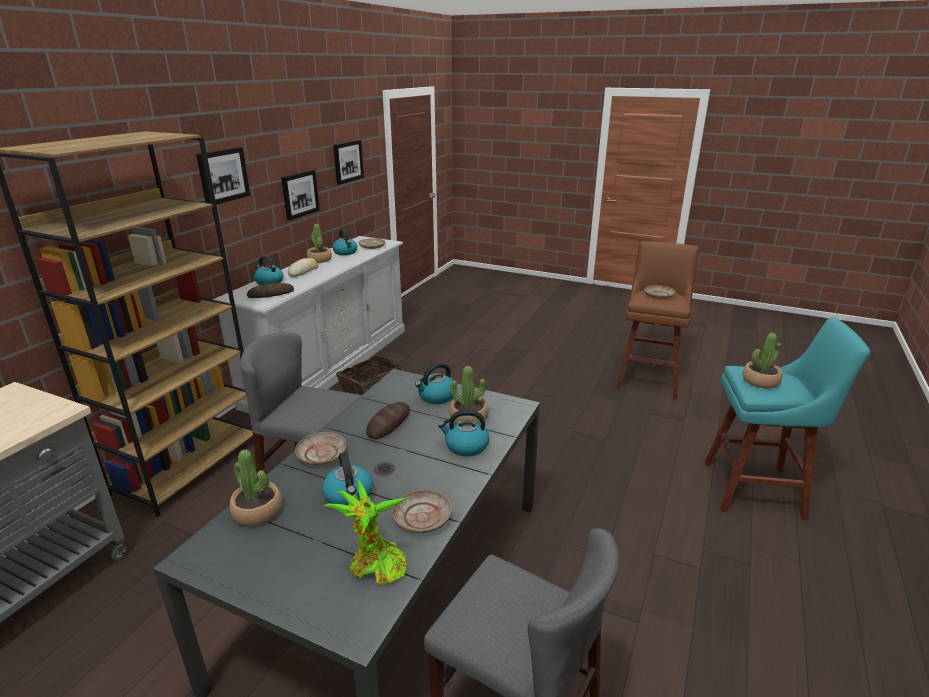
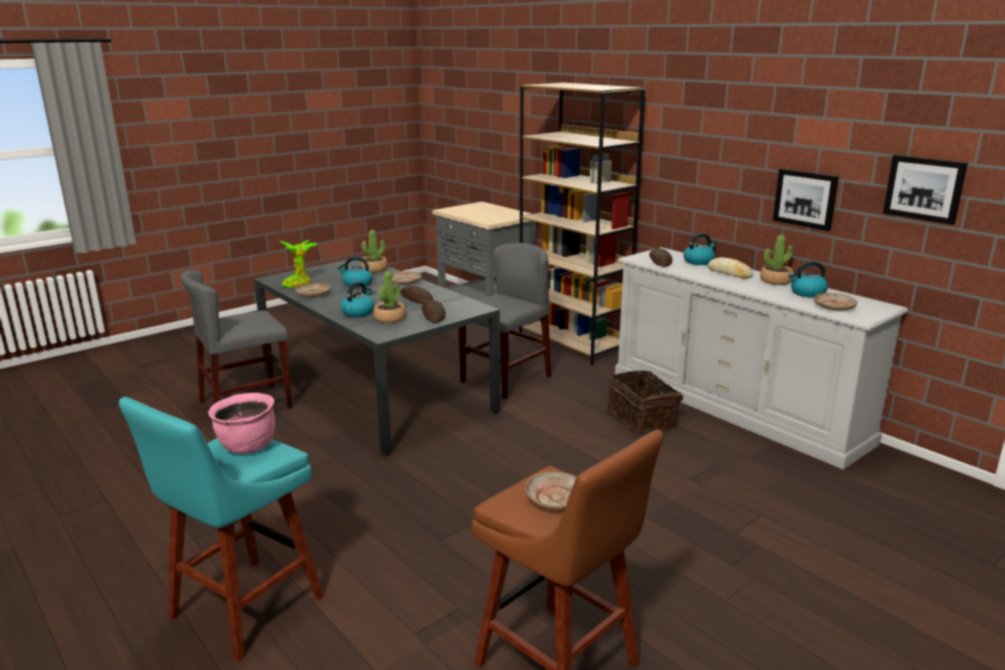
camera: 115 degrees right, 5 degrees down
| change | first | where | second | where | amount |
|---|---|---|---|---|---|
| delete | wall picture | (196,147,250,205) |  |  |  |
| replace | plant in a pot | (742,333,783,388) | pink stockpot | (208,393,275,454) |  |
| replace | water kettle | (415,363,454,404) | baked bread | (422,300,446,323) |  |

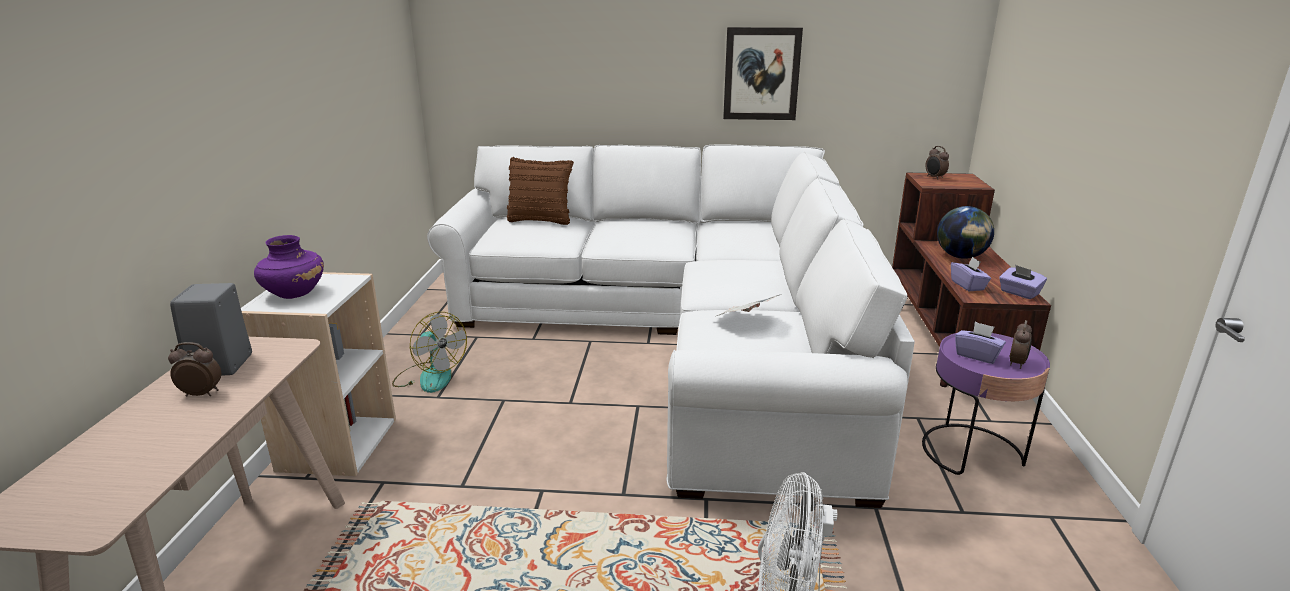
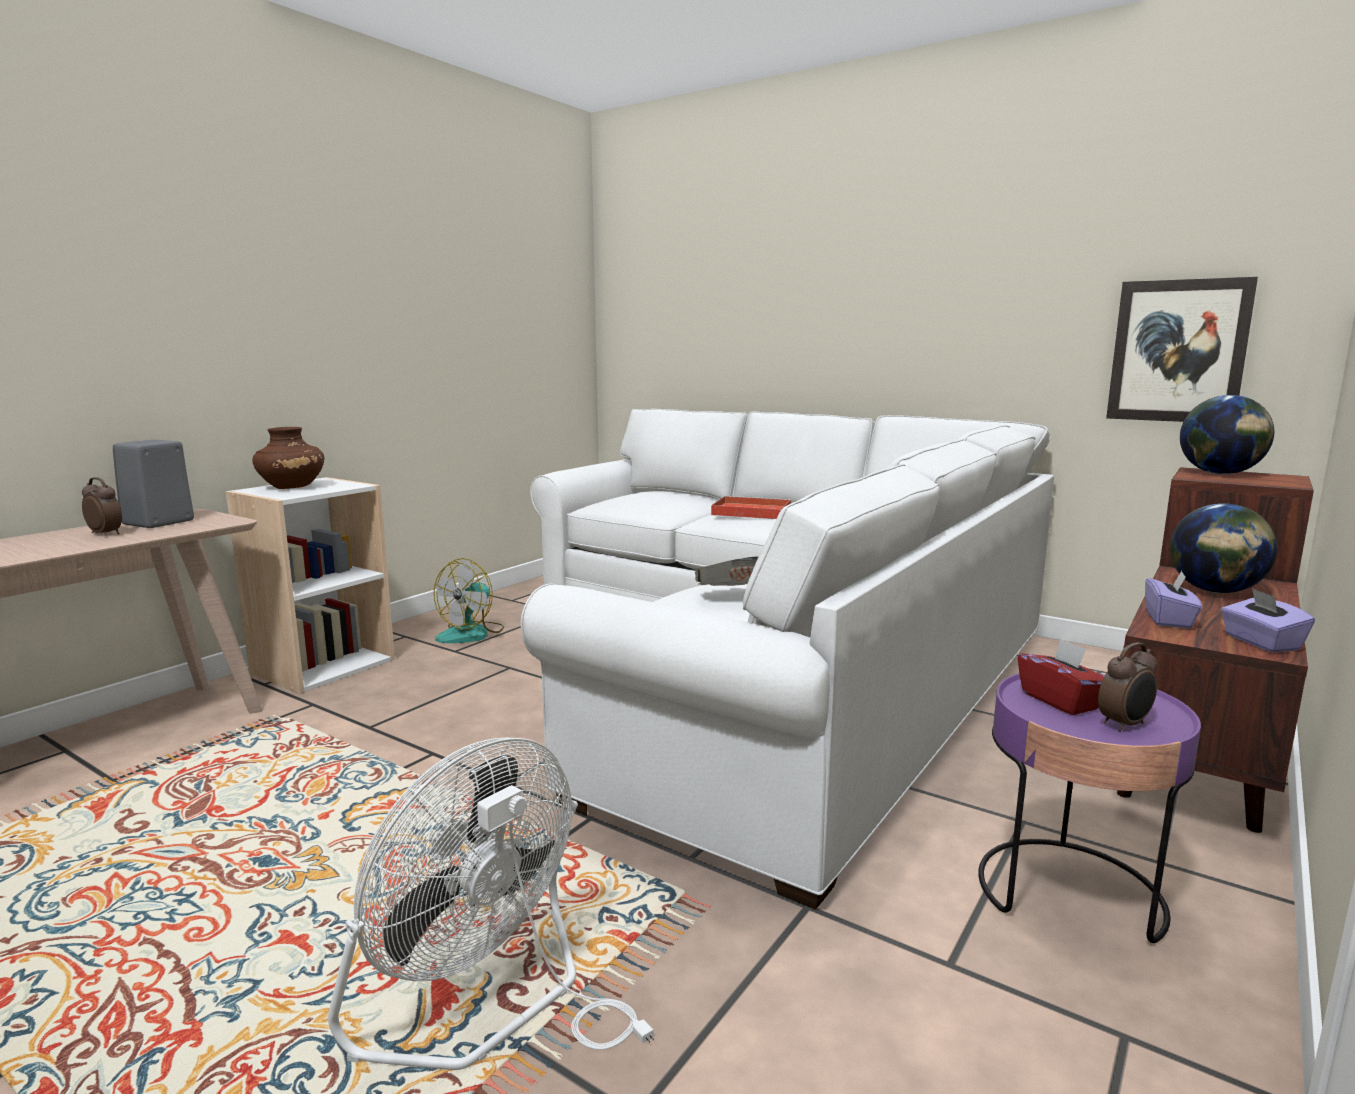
camera: 30 degrees right, 10 degrees down
| change | first | where | second | where | amount |
|---|---|---|---|---|---|
| move | wall picture | (723,27,803,120) |  | (1106,277,1258,422) |  |
| replace | alarm clock | (925,146,949,179) | globe | (1180,395,1274,474) |  |
| delete | brown throw pillow | (507,157,574,225) |  |  |  |
| recolor | purple vase | (254,235,324,299) | brown vase | (252,427,324,489) |  |
| rotate | fan | (392,312,467,393) |  | (434,558,504,643) | 45 degrees clockwise |
| recolor | purple tissue box | (955,322,1006,364) | red tissue box | (1018,639,1104,715) |  |
| insert |  |  | red serving tray | (711,496,791,519) |  |

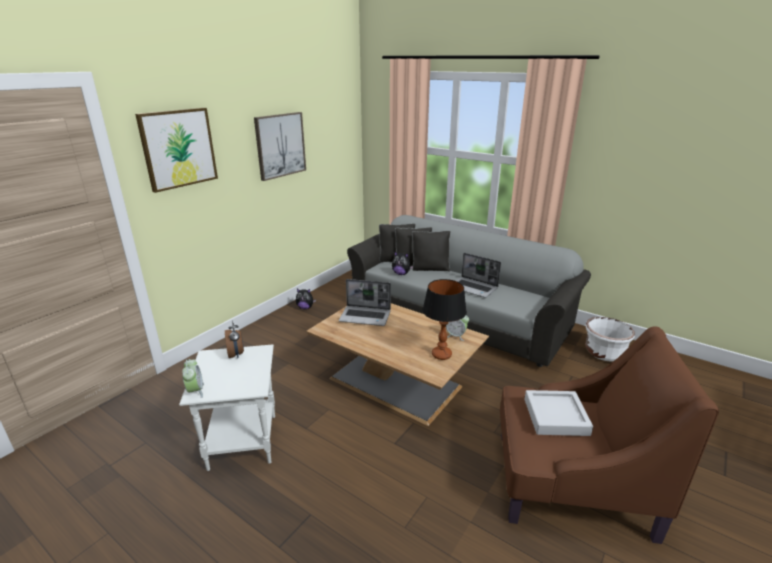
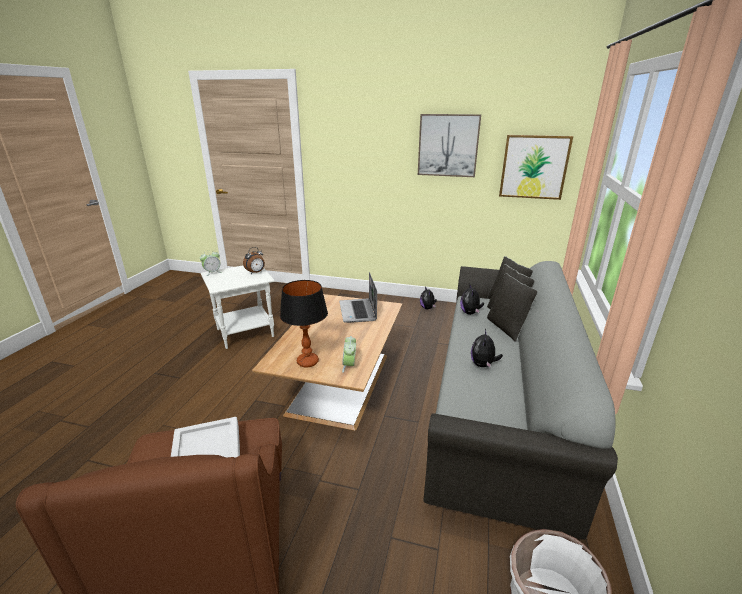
camera: 70 degrees right, 0 degrees up
| change | first | where | second | where | amount |
|---|---|---|---|---|---|
| move | wall picture | (135,108,218,193) |  | (499,135,573,200) |  |
| replace | notebook computer | (456,253,501,298) | plush toy | (471,329,503,368) |  |

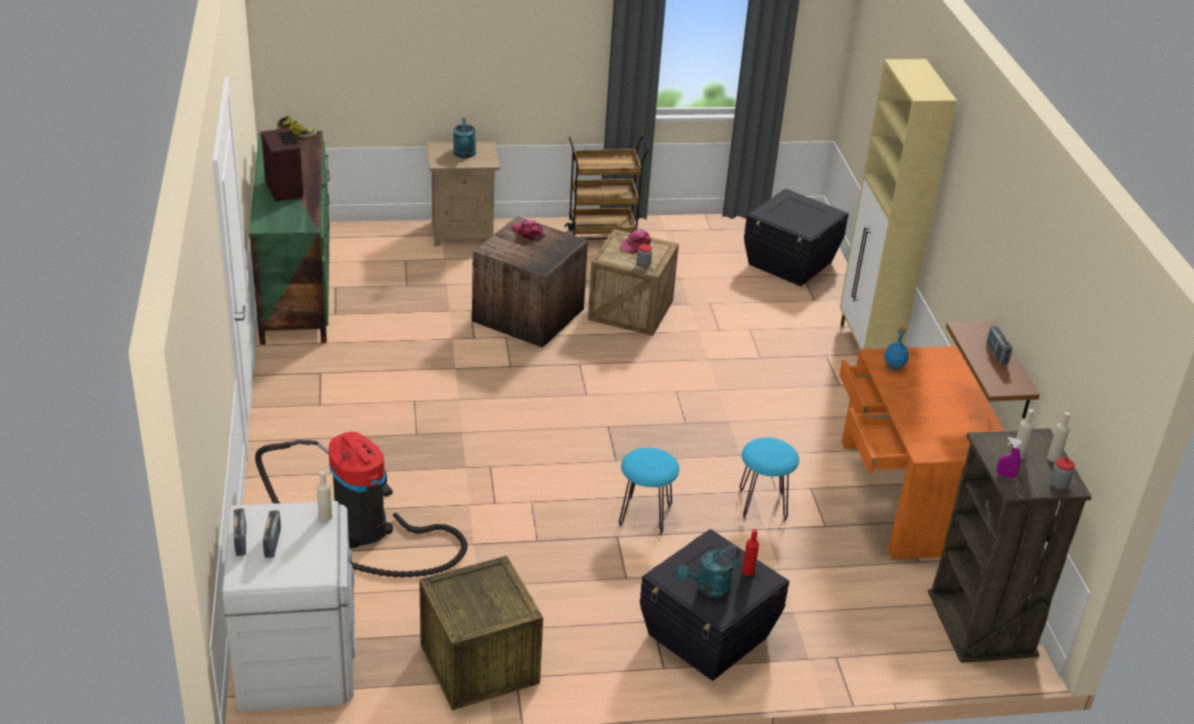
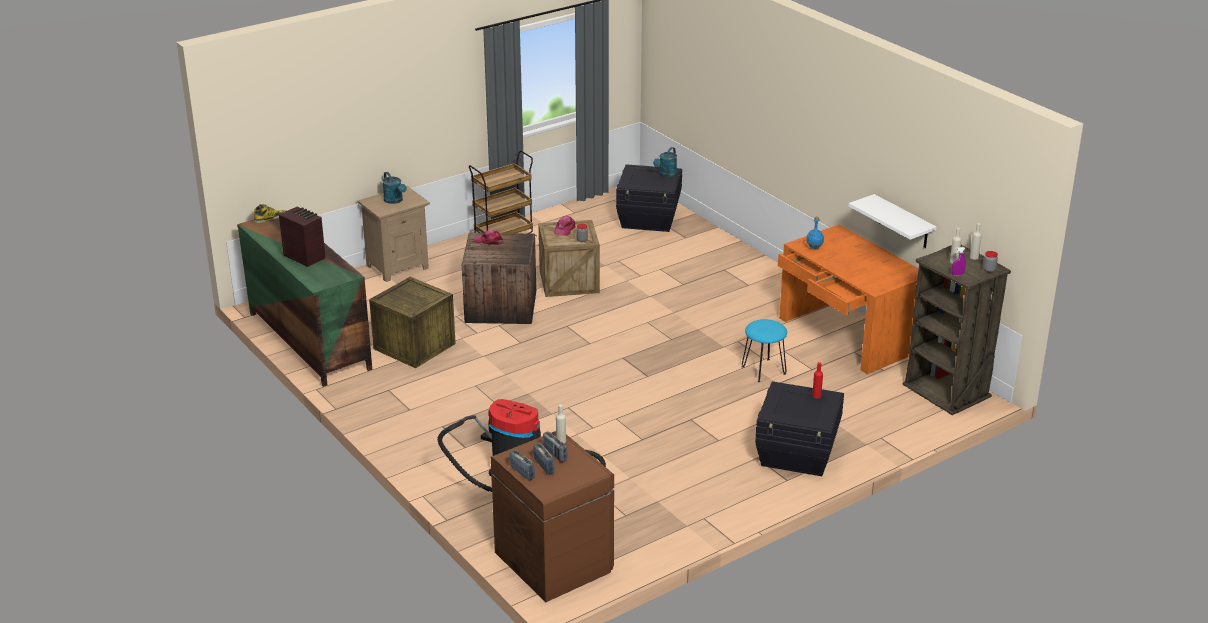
camera: 25 degrees left, 5 degrees down
| change | first | where | second | where | amount |
|---|---|---|---|---|---|
| delete | sand-coloured cupboard | (840,59,957,349) |  |  |  |
| recolor | brown wall shelf | (946,321,1040,419) | white-coloured wall shelf | (849,194,936,248) |  |
| move | radio set | (986,326,1012,365) |  | (543,431,568,462) |  |
| delete | turquoise-coloured sitting stool | (618,448,679,535) |  |  |  |
| recolor | white-coloured laundry machine | (222,501,355,712) | brown laundry machine | (491,431,614,603) |  |
| move | turquoise-coloured watering can | (676,545,740,598) |  | (653,147,677,177) |  |
| move | shipping crate | (419,556,543,711) |  | (369,277,456,368) |  |

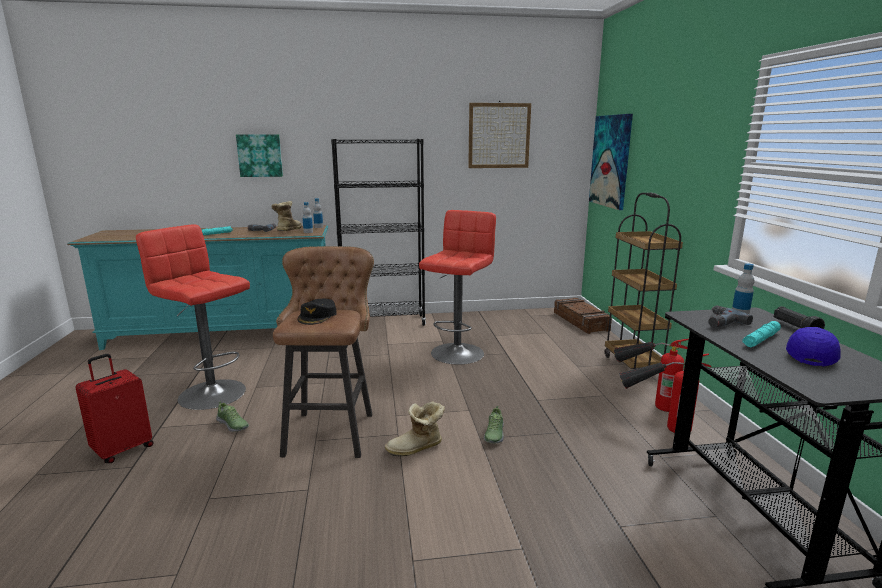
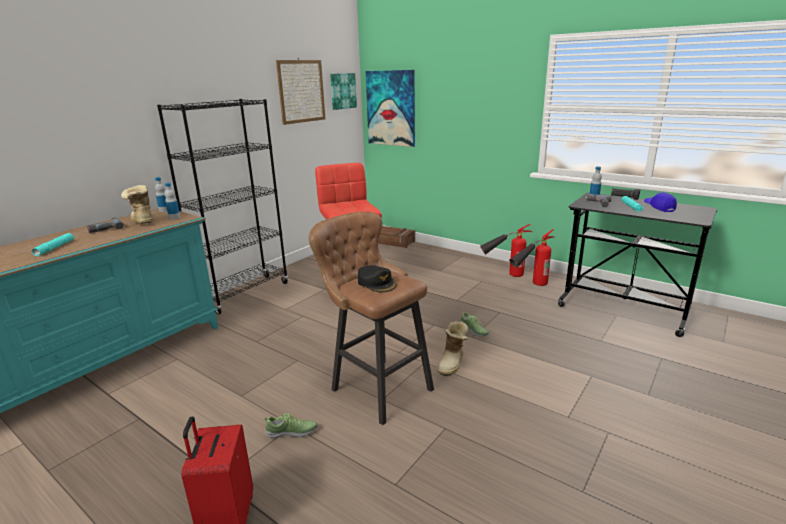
camera: 45 degrees left, 5 degrees up
| change | first | where | second | where | amount |
|---|---|---|---|---|---|
| move | wall picture | (236,134,283,177) |  | (330,73,357,110) |  |
| delete | brown trolley | (604,193,683,369) |  |  |  |
| delete | red sitting stool | (136,224,250,410) |  |  |  |

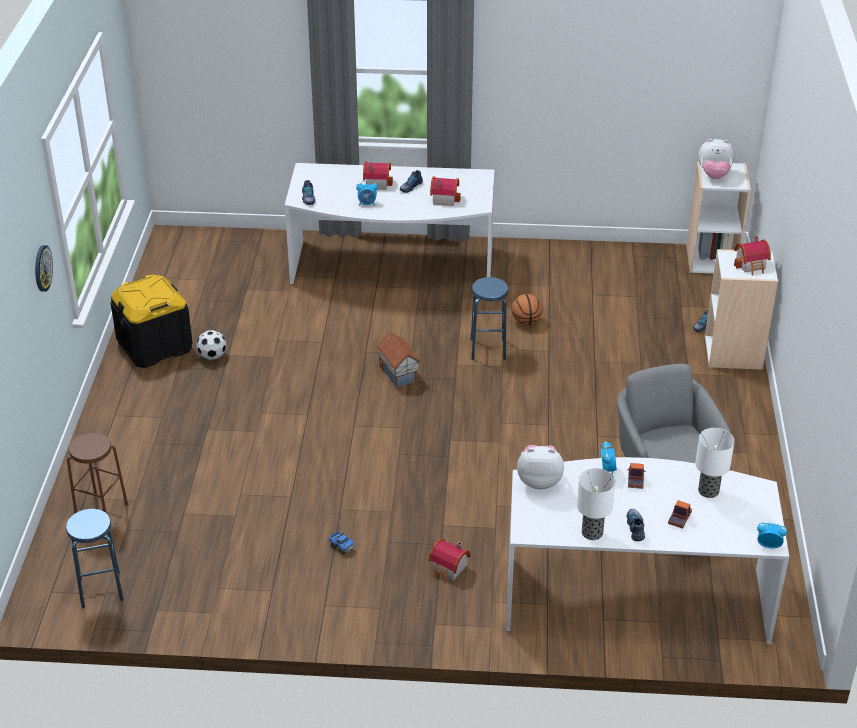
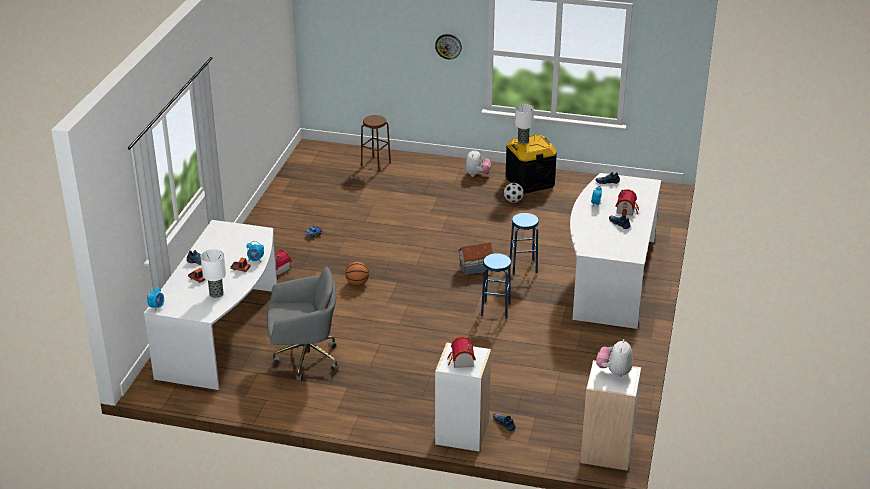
camera: 100 degrees right, 5 degrees down
| change | first | where | second | where | amount |
|---|---|---|---|---|---|
| delete | toy house | (430,176,461,206) |  |  |  |
| move | basketball ball | (511,294,542,325) |  | (345,262,369,286) |  |
| move | plush toy | (517,445,564,489) |  | (465,149,491,177) |  |
| move | table lamp | (577,468,616,540) |  | (515,104,534,144) |  |
| move | bluish sitting stool | (66,509,124,609) |  | (510,213,539,275) |  |

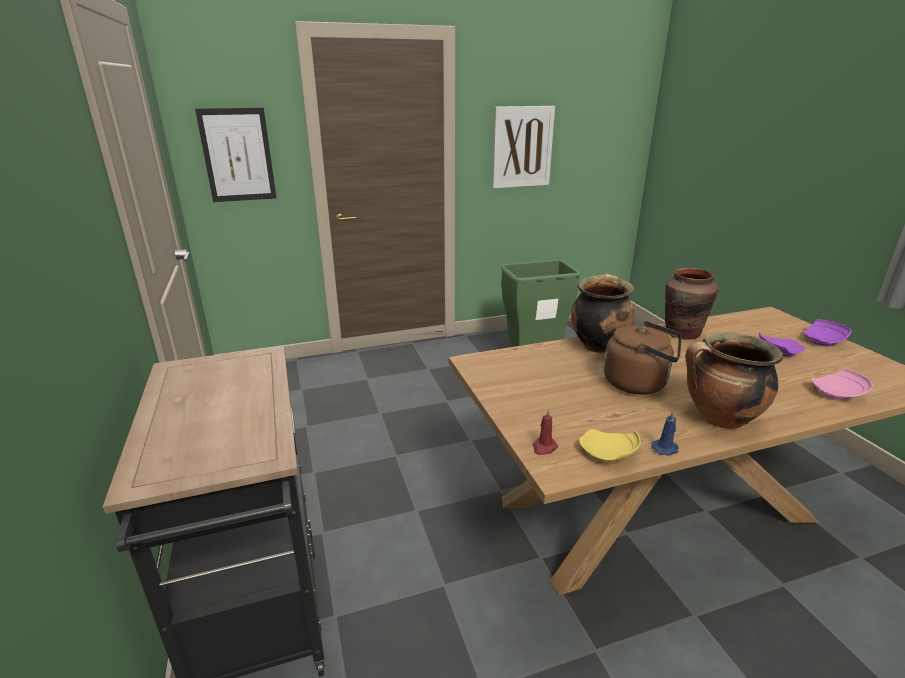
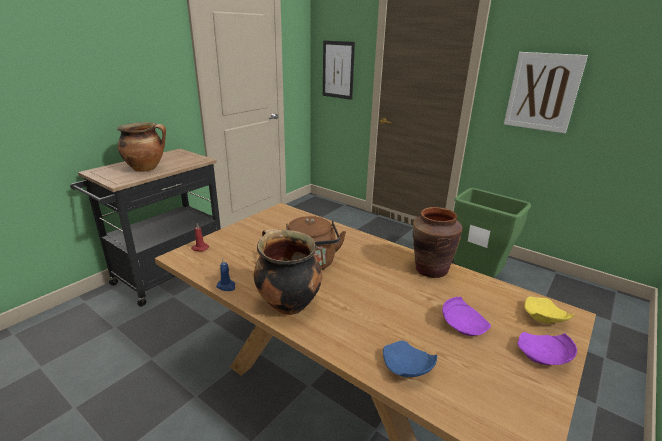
camera: 55 degrees right, 0 degrees up
| change | first | where | second | where | amount |
|---|---|---|---|---|---|
| move | stockpot | (571,274,635,353) |  | (117,122,166,172) |  |
| recolor | pink plate | (811,368,873,400) | bluish plate | (383,341,437,377) |  |
| move | yellow-coloured plate | (579,429,641,462) |  | (524,296,574,323) |  |

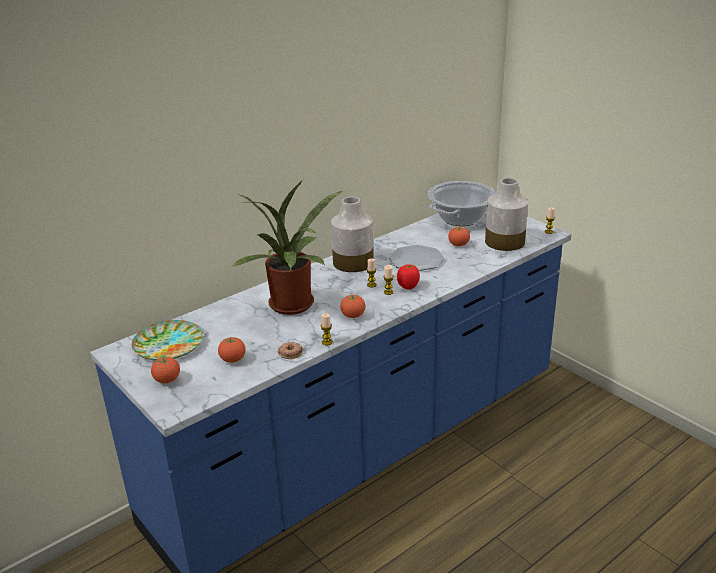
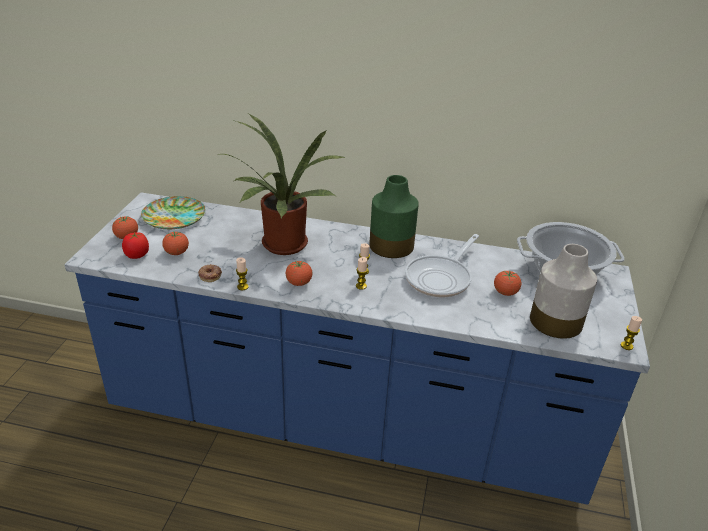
camera: 50 degrees right, 5 degrees up
| change | first | where | second | where | amount |
|---|---|---|---|---|---|
| recolor | sand-coloured vase | (331,197,374,272) | green-coloured vase | (369,175,419,258) |  |
| replace | plate | (389,245,445,271) | skillet | (405,234,479,297) |  |
| move | whole tomato | (397,264,420,289) |  | (122,232,149,259) |  |

